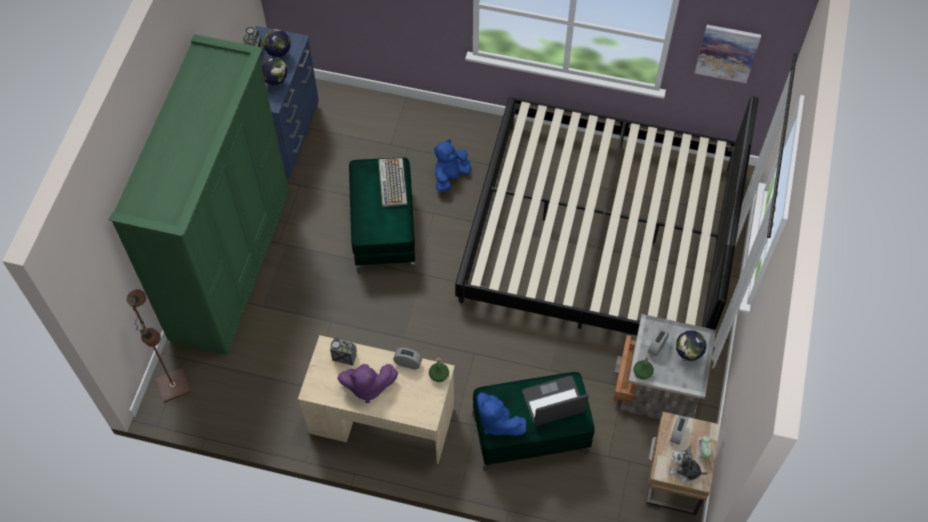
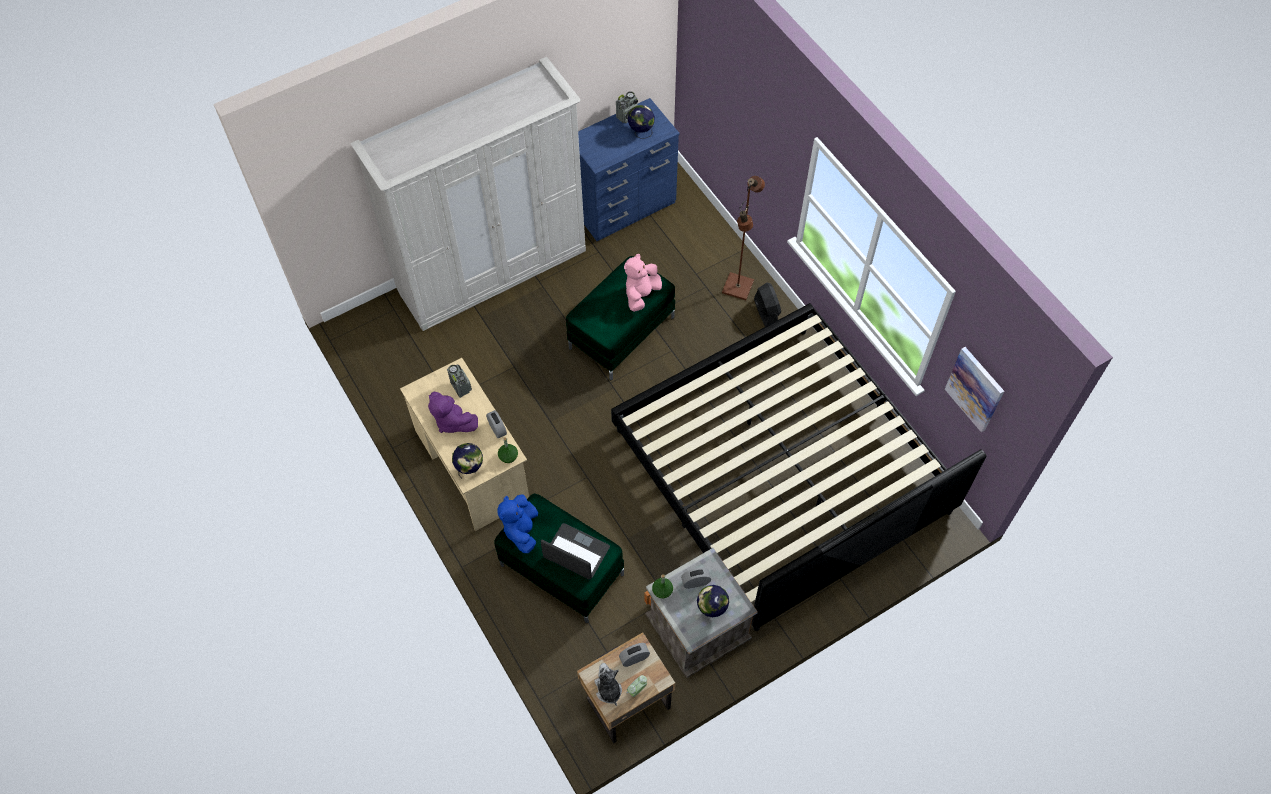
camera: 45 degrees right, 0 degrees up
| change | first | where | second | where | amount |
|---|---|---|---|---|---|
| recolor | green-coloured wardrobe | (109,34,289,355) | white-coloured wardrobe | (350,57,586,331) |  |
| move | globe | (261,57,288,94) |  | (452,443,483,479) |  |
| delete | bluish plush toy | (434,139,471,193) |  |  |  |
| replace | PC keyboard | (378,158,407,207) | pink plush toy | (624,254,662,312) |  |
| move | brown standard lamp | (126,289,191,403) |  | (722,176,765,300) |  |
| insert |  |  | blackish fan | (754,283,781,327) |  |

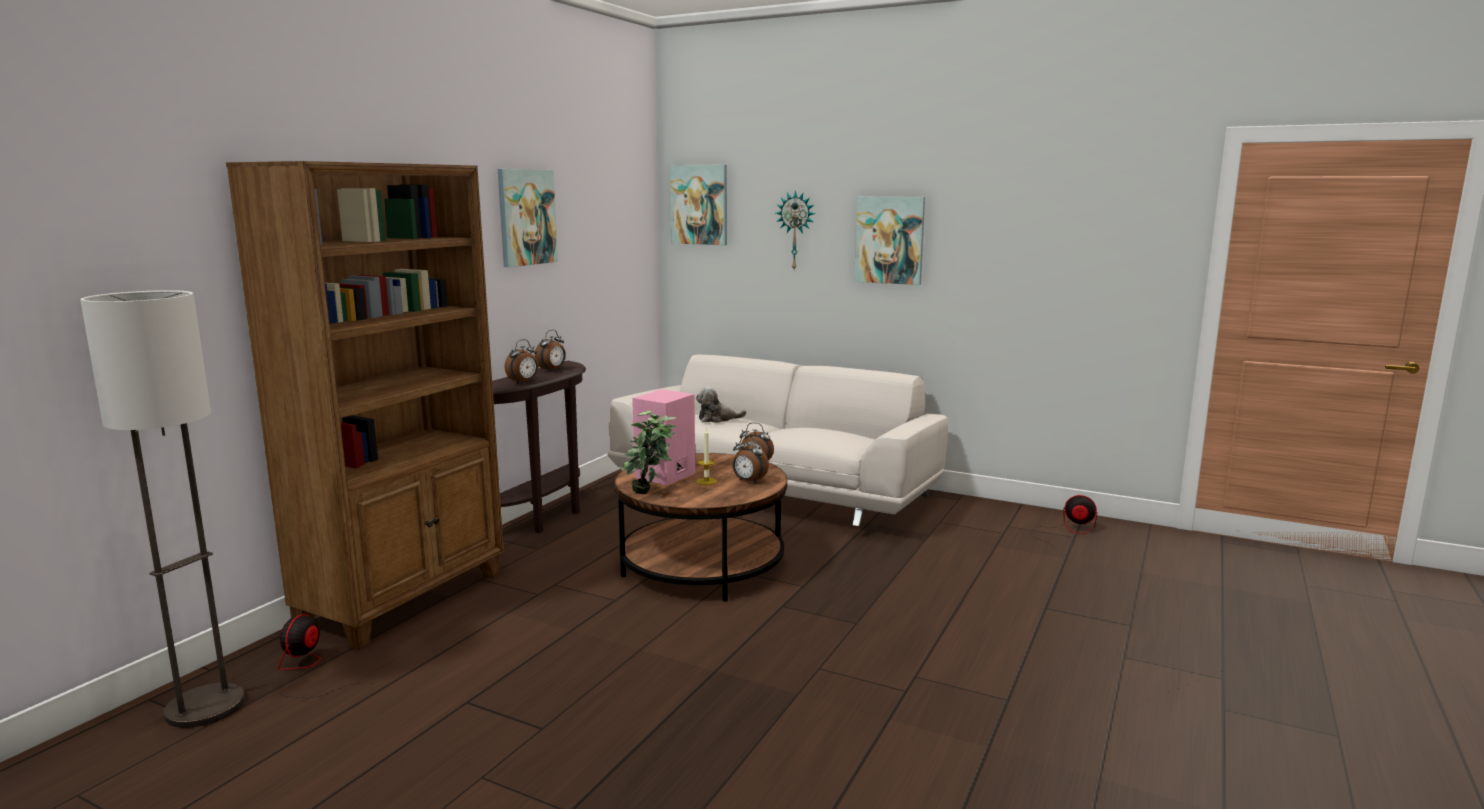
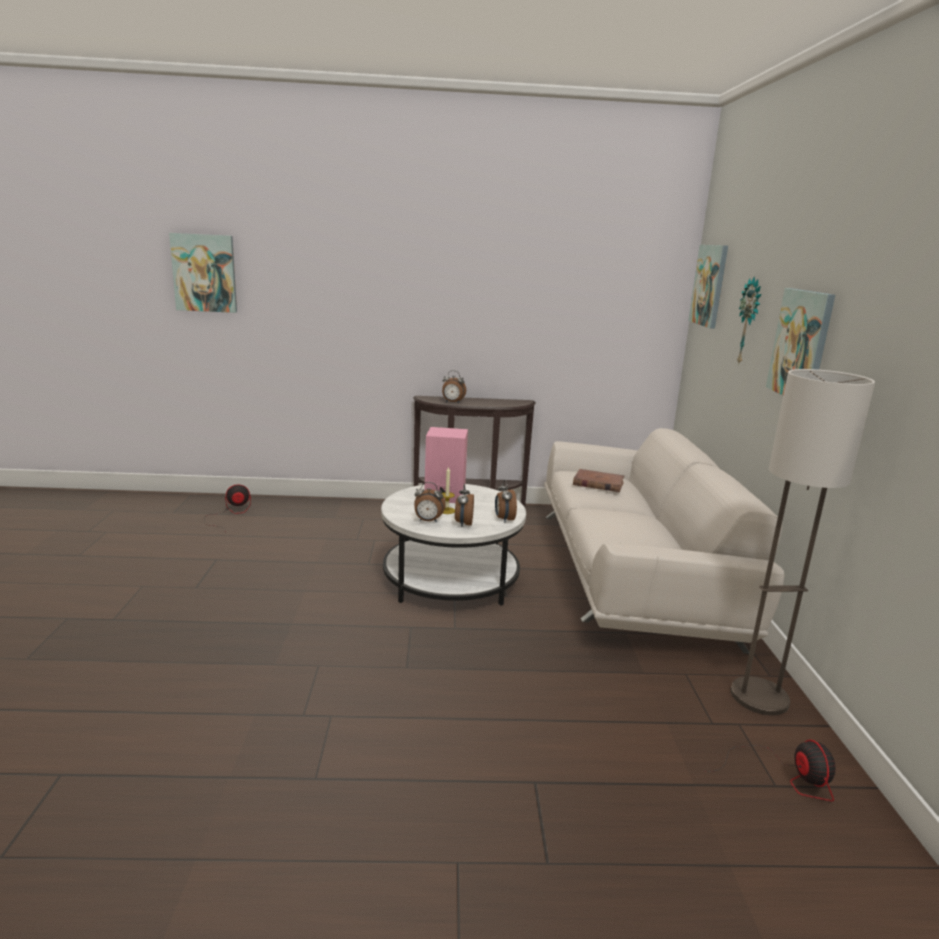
camera: 60 degrees right, 5 degrees up
| change | first | where | second | where | amount |
|---|---|---|---|---|---|
| delete | brown bookcase | (226,161,504,650) |  |  |  |
| move | wall picture | (498,169,558,267) |  | (169,233,237,313) |  |
| move | standard lamp | (80,290,245,728) |  | (731,369,875,715) |  |
| move | alarm clock | (535,330,566,371) |  | (414,482,446,522) |  |
| replace | plush toy | (696,386,747,423) | brown book | (573,469,625,492) |  |
| delete | plant in a pot | (621,411,676,494) |  |  |  |
| recolor | brown coffee table | (615,453,787,602) | white-coloured coffee table | (381,484,526,606) |  |

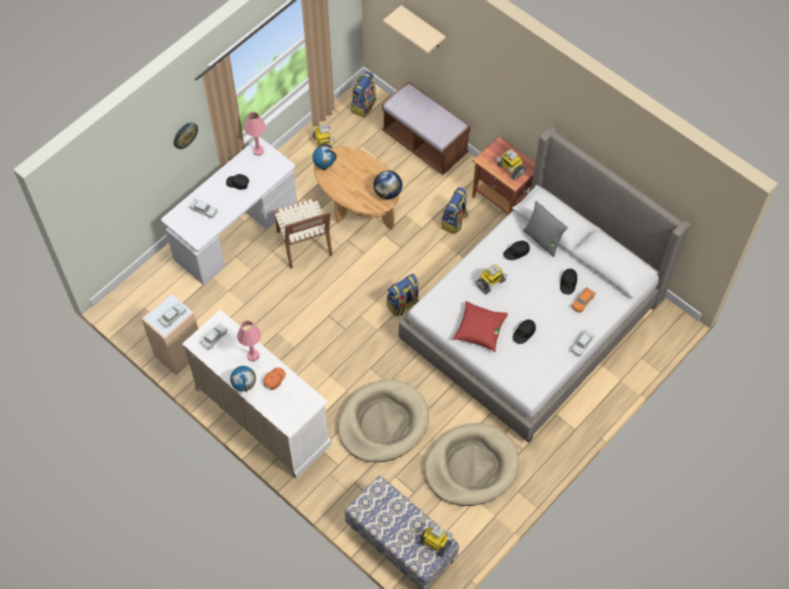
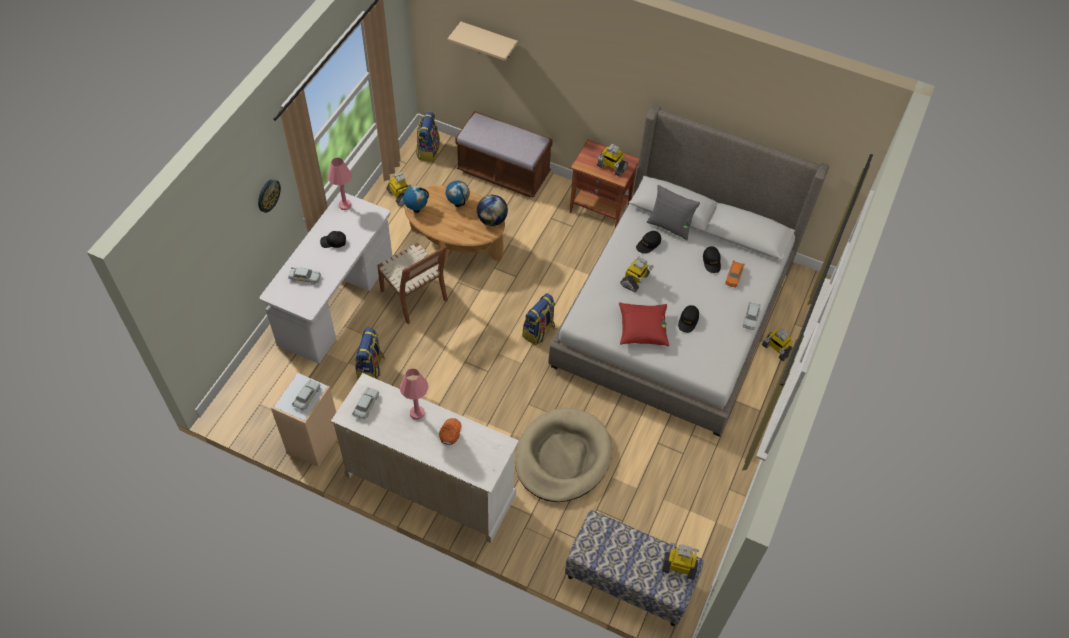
camera: 20 degrees left, 5 degrees down
| change | first | where | second | where | amount |
|---|---|---|---|---|---|
| move | rucksack | (441,187,468,234) |  | (355,328,385,379) |  |
| move | globe | (230,366,256,393) |  | (446,181,470,207) |  |
| delete | sand-coloured dog cushion | (424,423,519,506) |  |  |  |
| insert |  |  | robot figure | (762,329,793,361) |  |

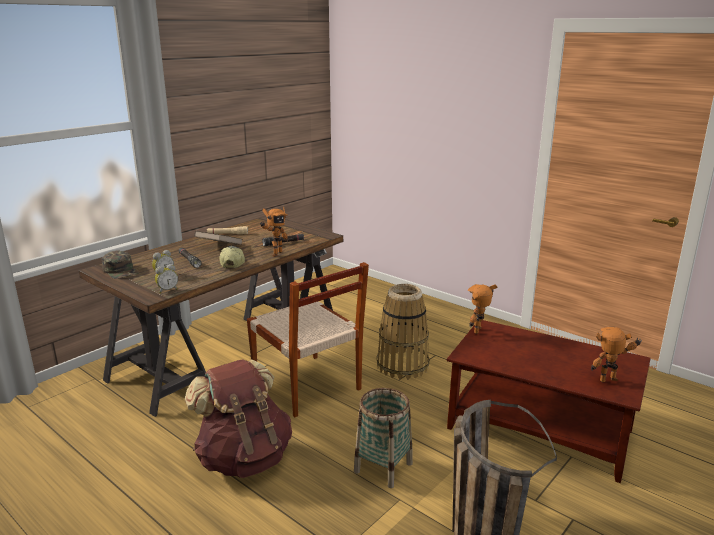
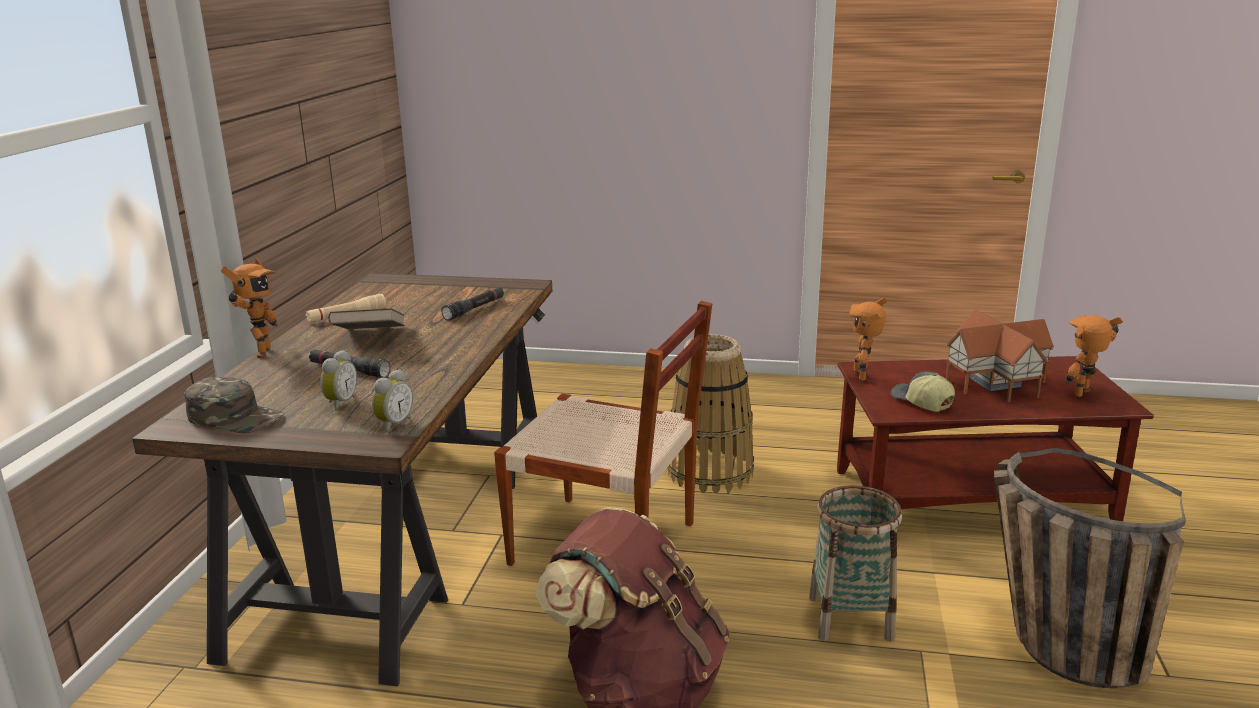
camera: 30 degrees left, 0 degrees up
| change | first | where | second | where | amount |
|---|---|---|---|---|---|
| move | robot figure | (260,207,288,257) |  | (221,259,277,359) |  |
| move | peaked cap | (219,246,245,268) |  | (890,371,955,412) |  |
| insert |  |  | toy house | (946,309,1054,402) |  |

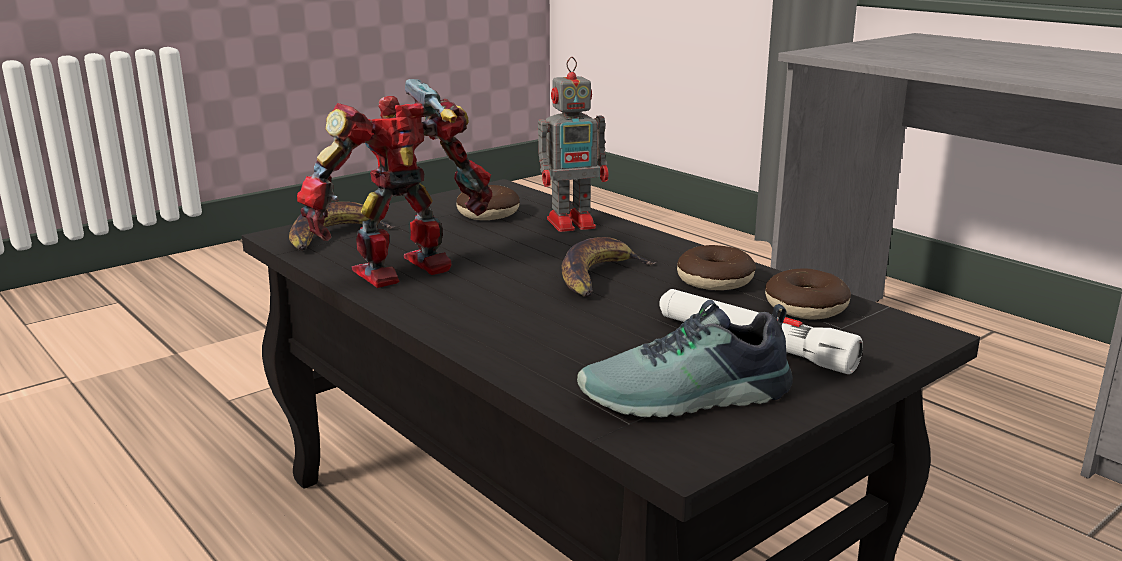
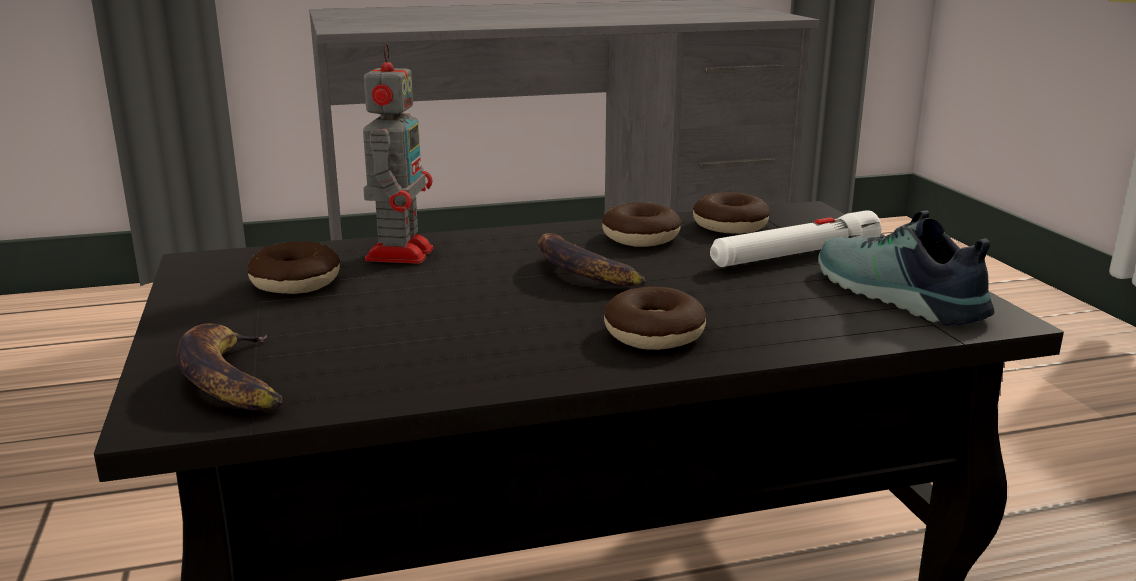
camera: 65 degrees left, 0 degrees up
| change | first | where | second | where | amount |
|---|---|---|---|---|---|
| delete | robot figure | (297,79,492,288) |  |  |  |
| rotate | shoe | (577,300,793,417) |  | (818,210,995,326) | 135 degrees clockwise |
| insert |  |  | doughnut | (604,287,706,350) |  |

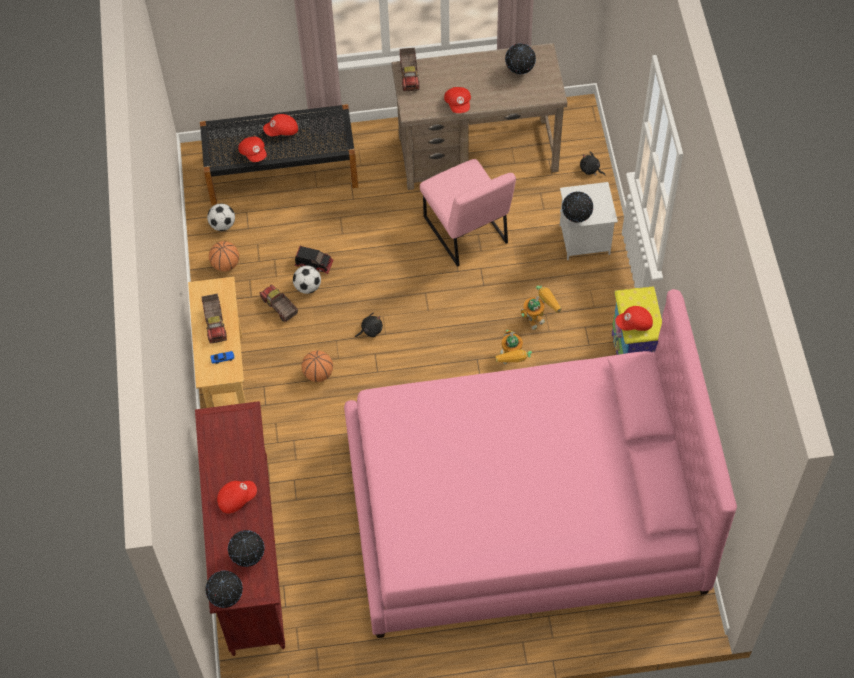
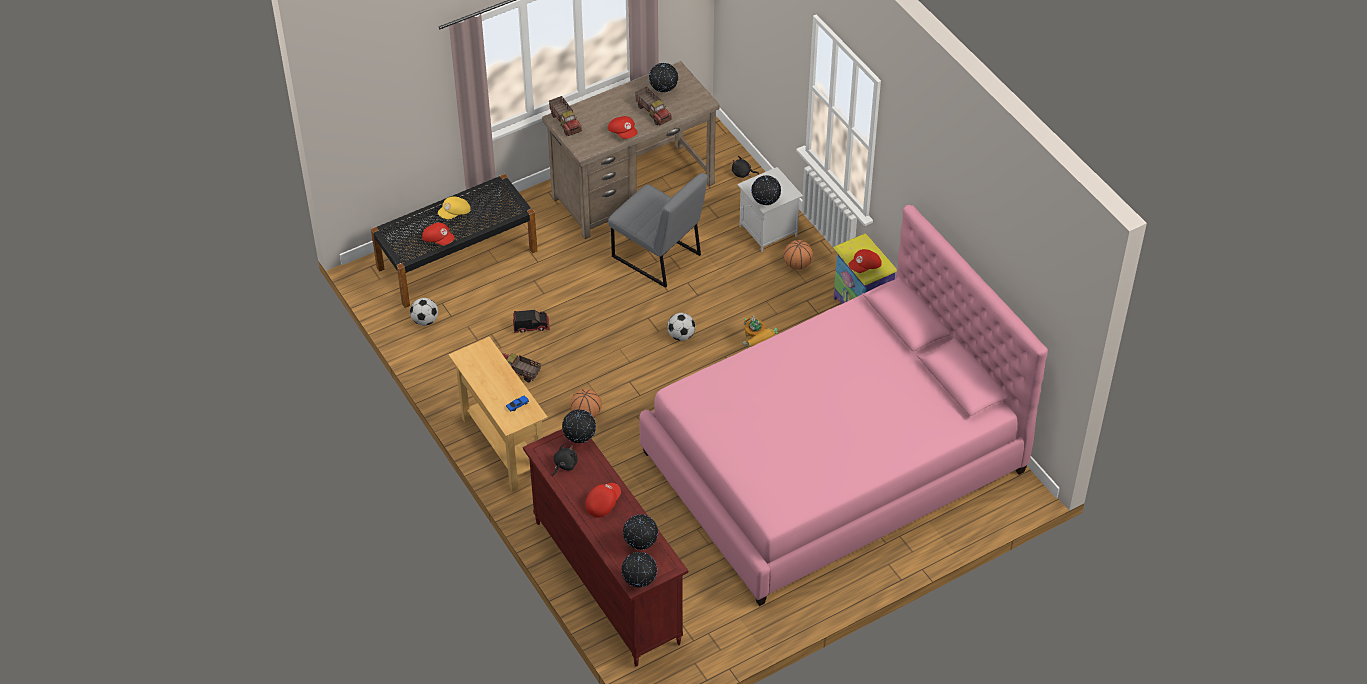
camera: 25 degrees left, 10 degrees down
| change | first | where | second | where | amount |
|---|---|---|---|---|---|
| recolor | red peaked cap | (263,114,298,136) | yellow-coloured peaked cap | (438,196,471,219) |  |
| recolor | pink upright chair | (420,159,516,267) | gray upright chair | (608,173,708,288) |  |
| move | basketball ball | (209,241,239,272) |  | (783,240,813,270) |  |
| move | ball for football | (293,266,321,294) |  | (667,313,695,341) |  |
| delete | robot figure | (521,286,562,330) |  |  |  |
| move | model truck | (201,294,227,344) |  | (635,87,672,125) |  |
| move | blackish plush toy | (355,313,383,338) |  | (552,444,578,477) |  |
| insert |  |  | globe | (562,409,596,443) |  |

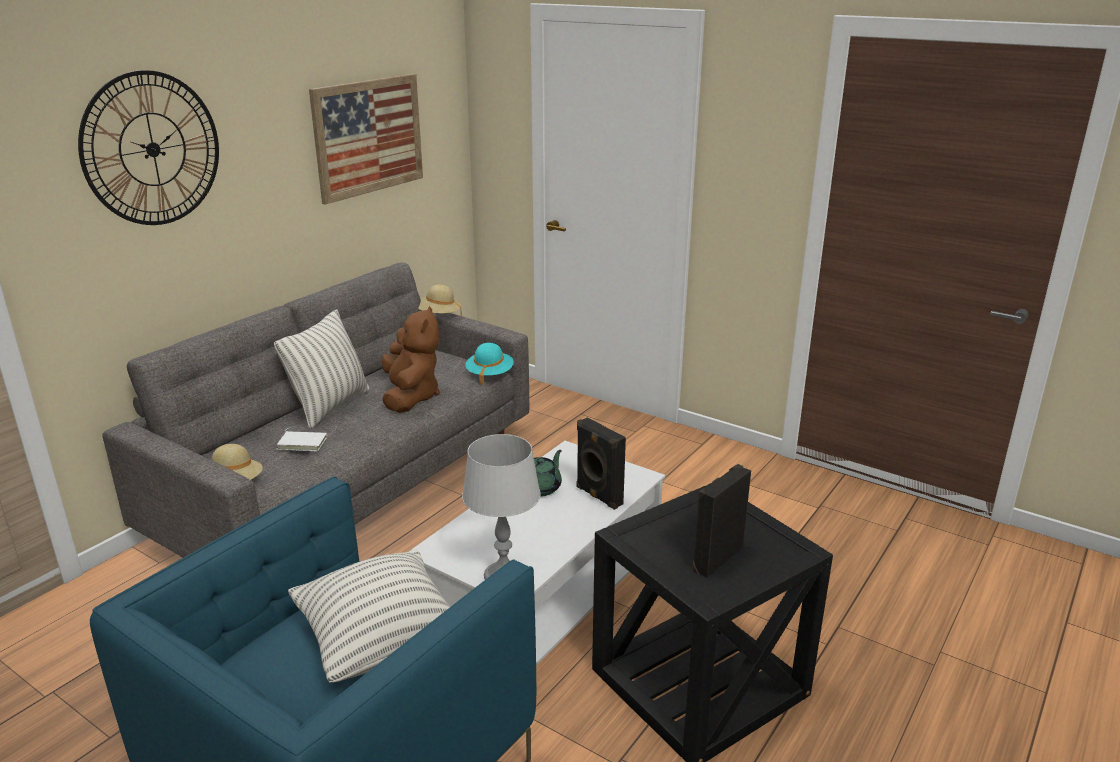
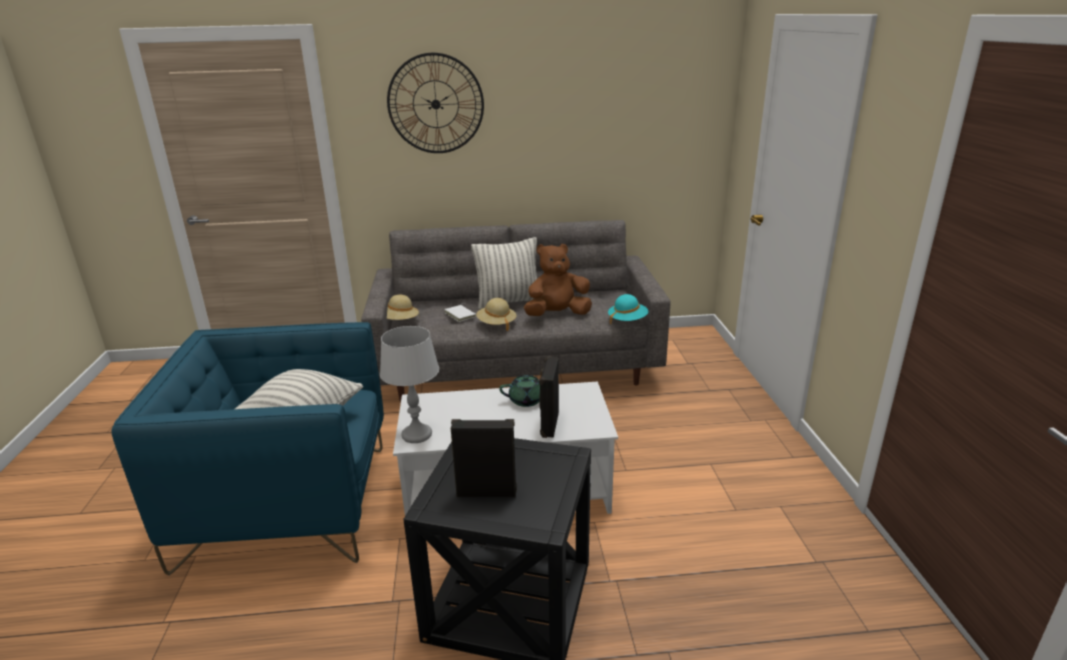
camera: 50 degrees right, 0 degrees up
| change | first | where | second | where | amount |
|---|---|---|---|---|---|
| delete | wall picture | (309,74,423,205) |  |  |  |
| move | sand-coloured clothing hat | (418,285,462,316) |  | (476,298,517,331) |  |
| rotate | brown plush toy | (382,306,440,413) |  | (524,244,592,316) | 150 degrees counterclockwise |

